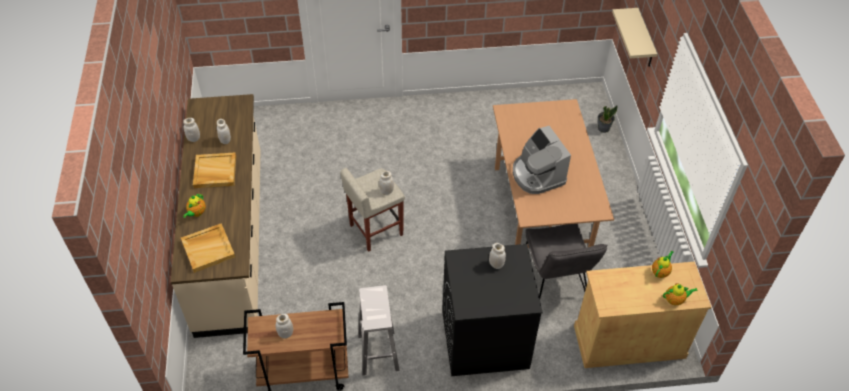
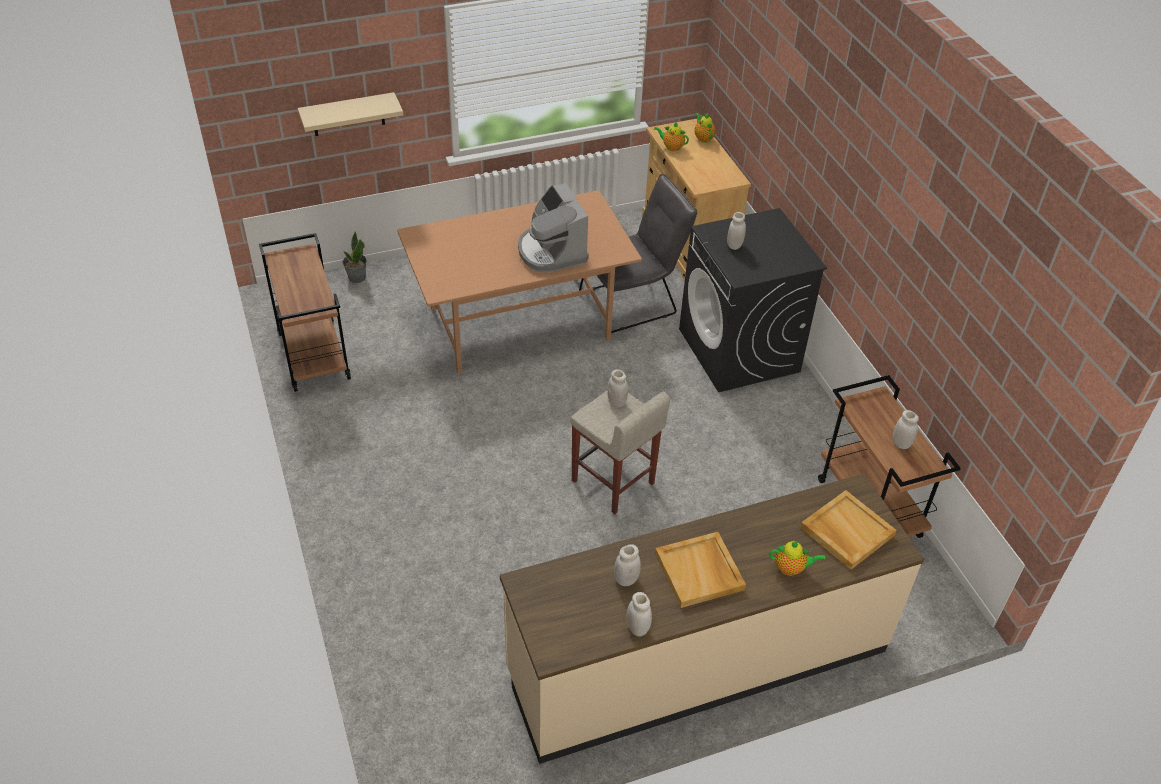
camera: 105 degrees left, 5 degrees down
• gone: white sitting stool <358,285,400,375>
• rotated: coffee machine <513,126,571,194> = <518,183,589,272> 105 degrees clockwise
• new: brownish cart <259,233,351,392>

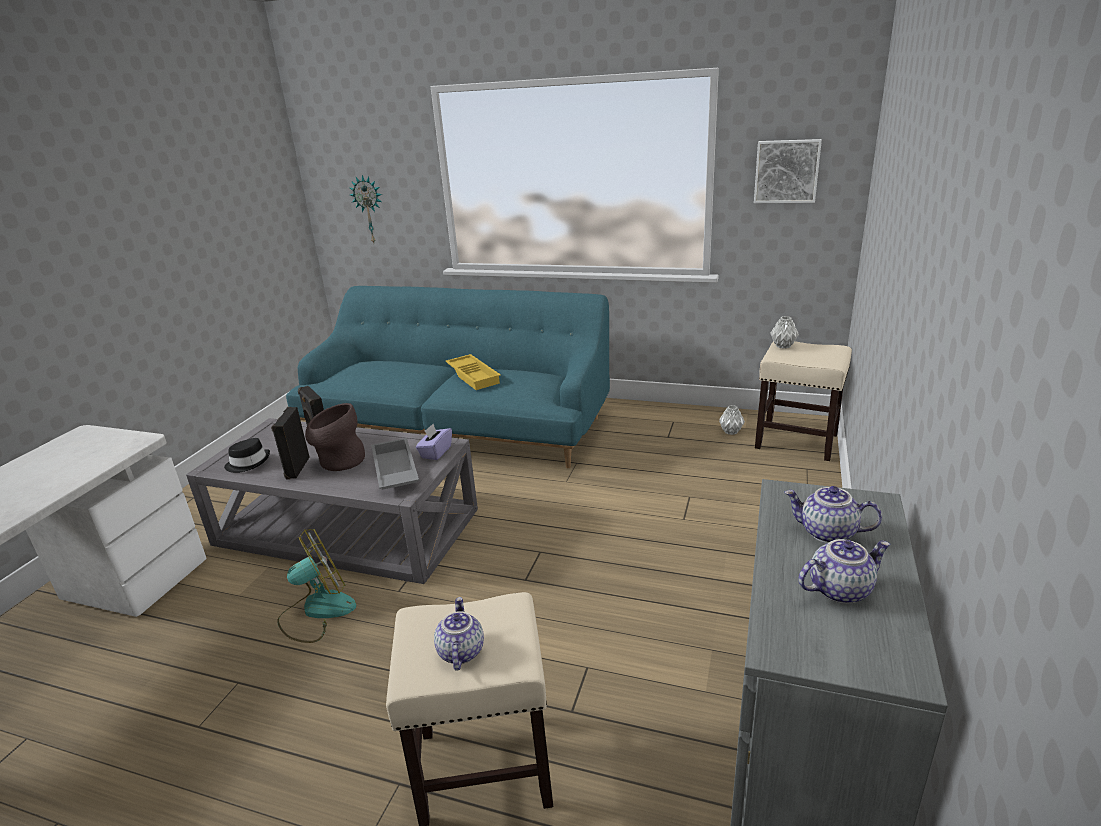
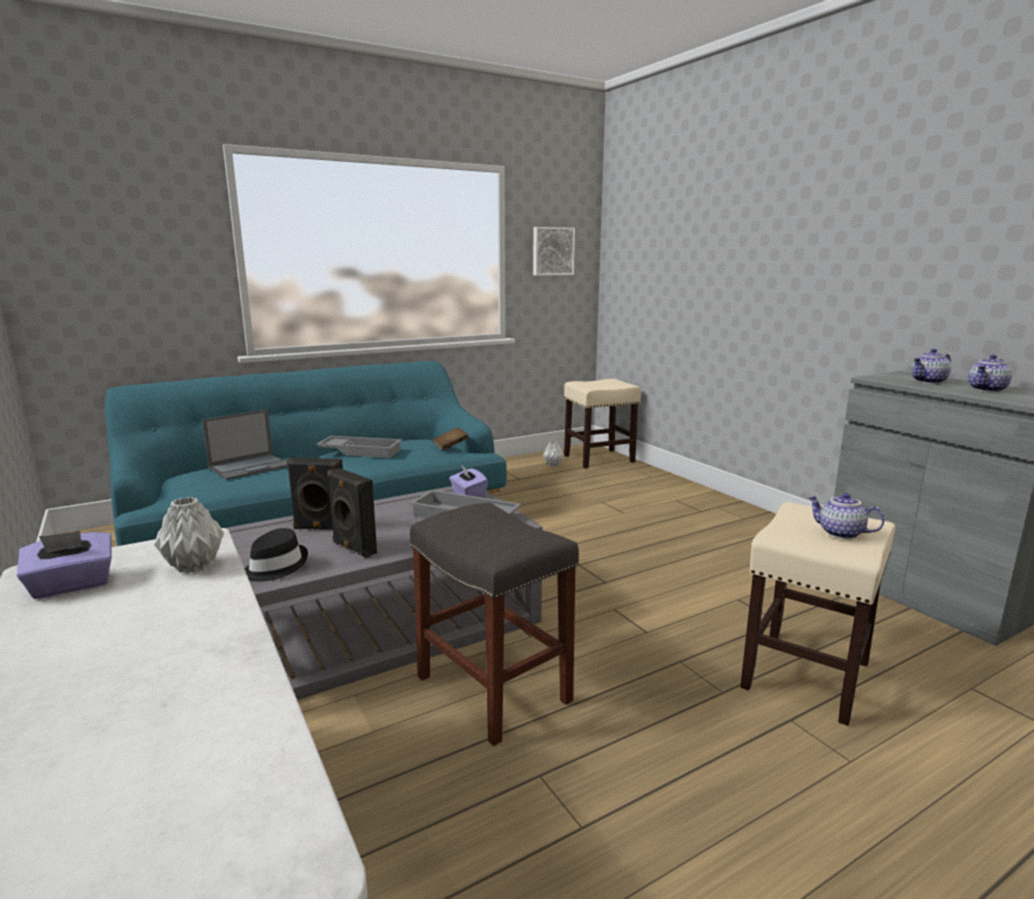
camera: 50 degrees left, 10 degrees down
• swapped: fan <277,529,356,643> to greyish sitting stool <410,503,579,746>
• gone: brownish vase <305,403,365,471>
• gone: hanging clock <349,175,382,243>
• repainted: yellowish carrying tray <446,354,501,390> to greyish carrying tray <316,436,402,458>
• shifted: greyish vase <770,316,799,349> to <154,497,224,573>
• rotated: pot for tea <798,539,891,604> = <968,355,1012,392> 150 degrees counterclockwise
• new: purplish tissue box <17,531,111,599>
• new: notebook computer <202,410,287,480>
• new: brownish volume <433,427,468,450>

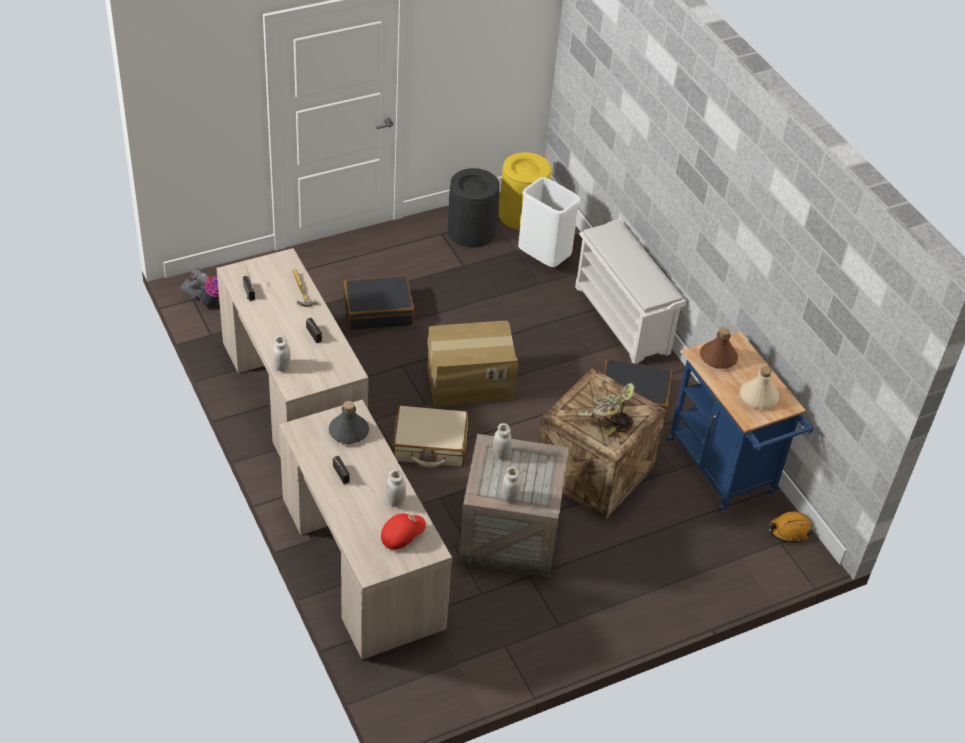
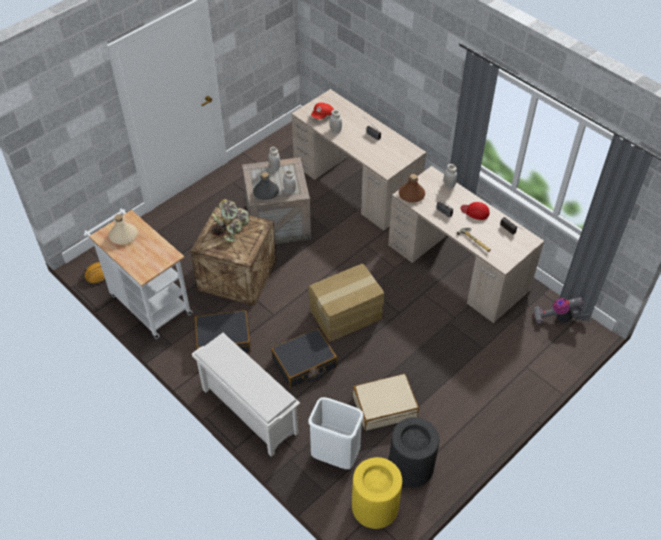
camera: 165 degrees right, 5 degrees up
• shifted: greyish beverage bottle <329,401,369,444> to <253,172,279,200>
• shifted: black suitcase <343,276,414,330> to <271,328,337,388>
• shifted: beige-coloured suitcase <393,405,468,468> to <353,374,419,431>
• repainted: bluish cart <667,332,814,512> to white cart <83,209,192,339>
• shifted: brownish beverage bottle <700,327,738,369> to <399,174,425,203>
• new: red-coloured cap <461,202,490,220>

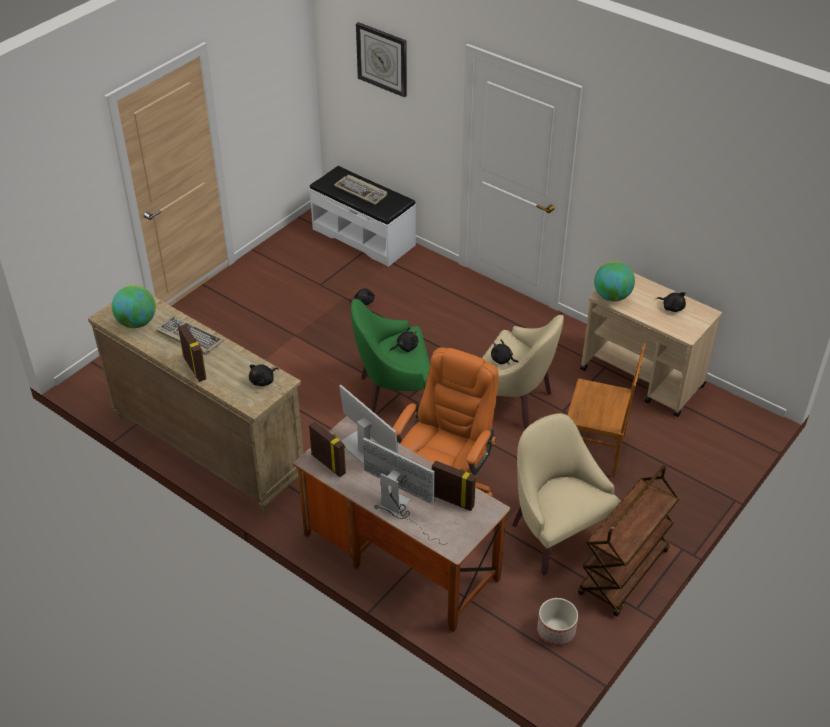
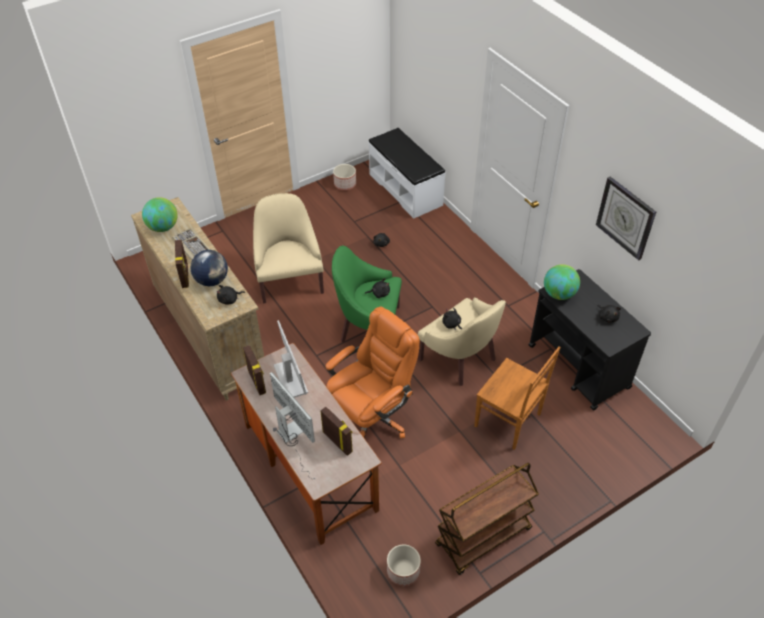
camera: 20 degrees right, 5 degrees up
• gone: keyboard <334,174,388,205>
• shifted: hanging clock <356,22,407,98> to <596,176,656,260>
• shifted: beige-coloured armchair <512,413,621,575> to <253,193,324,304>
• repainted: beige-coloured cart <580,273,722,417> to black cart <528,269,651,411>
• new: desk globe <191,250,228,286>
• new: planter <333,164,356,190>

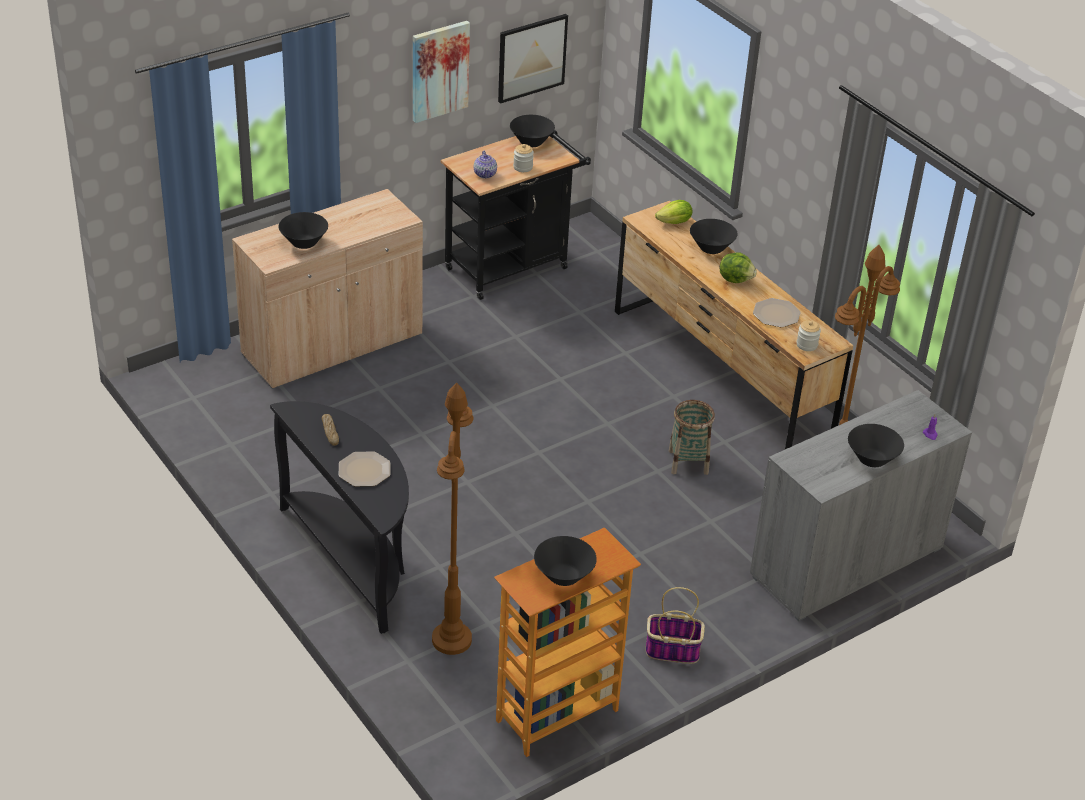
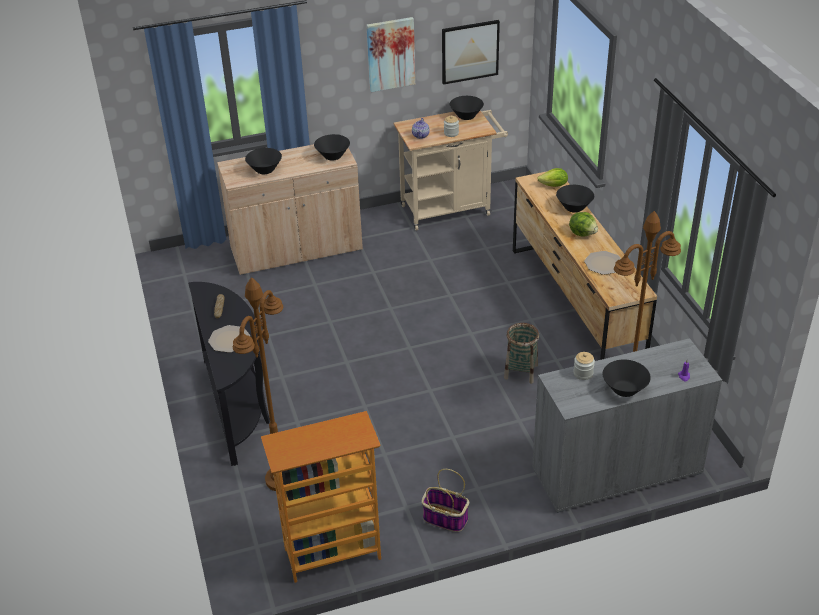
camera: 20 degrees right, 0 degrees up
• repainted: black cart <441,130,591,300> to beige-coloured cart <394,110,508,231>
• shifted: black deep dish <534,536,597,586> to <314,134,350,160>
• shifted: preserve jar <797,320,821,351> to <573,352,595,380>

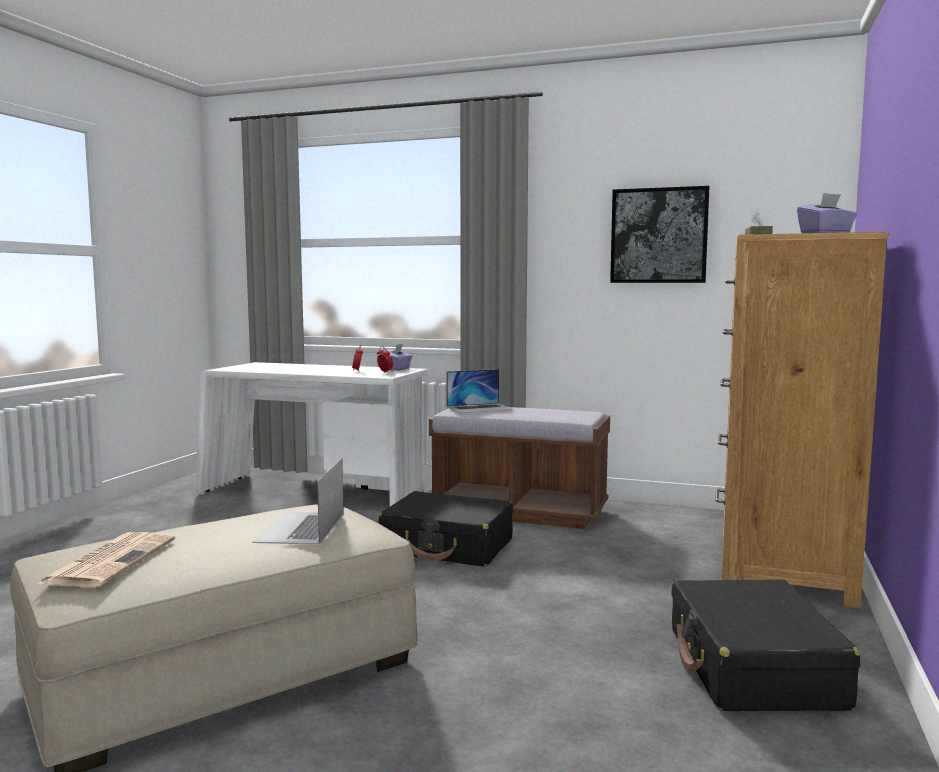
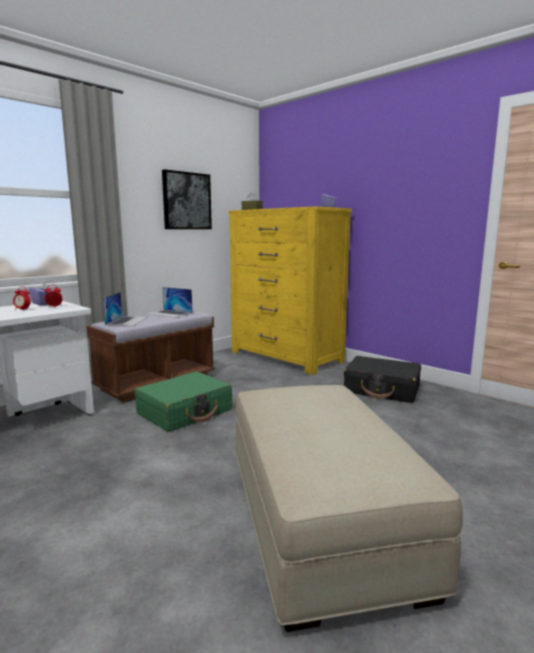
camera: 65 degrees left, 5 degrees up
• gone: daily paper <37,532,175,588>
• shifted: notebook computer <252,458,344,545> to <147,287,193,318>
• repainted: black suitcase <379,491,513,567> to greenish suitcase <135,372,232,432>
• repainted: brownish dresser <715,232,888,608> to yellowish dresser <229,206,352,375>

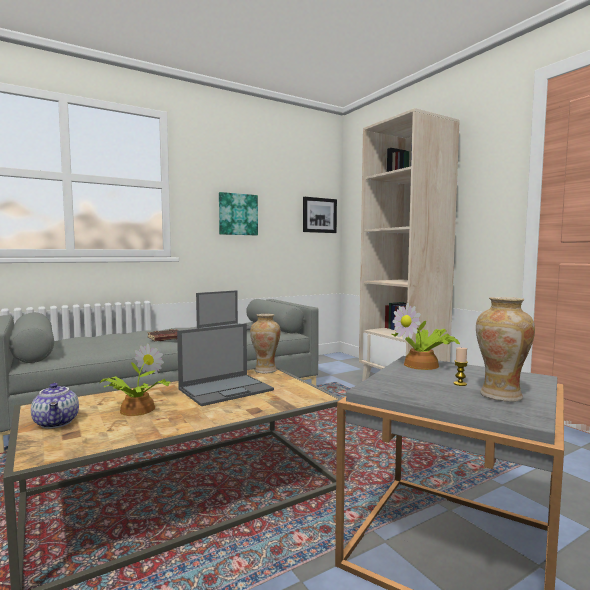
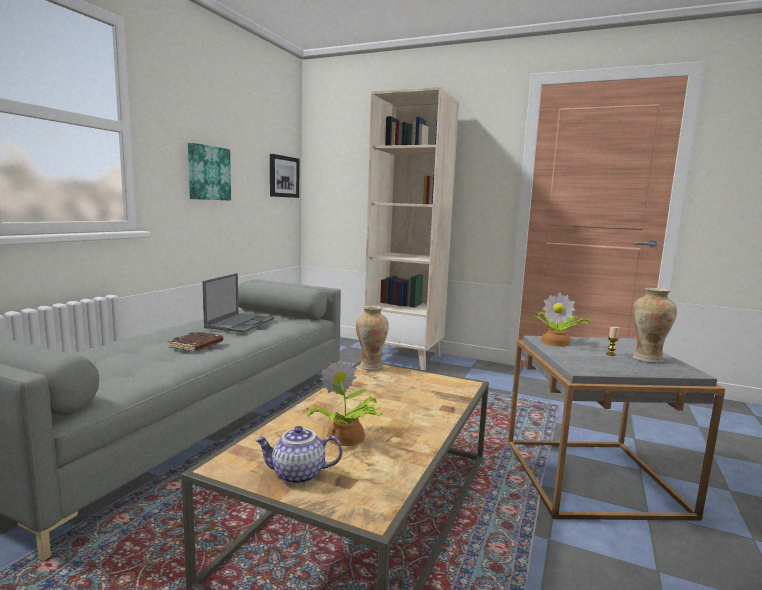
camera: 35 degrees left, 5 degrees up
• rotated: pot for tea <31,383,79,429> = <254,426,343,485> 150 degrees clockwise
• gone: notebook computer <177,323,274,406>

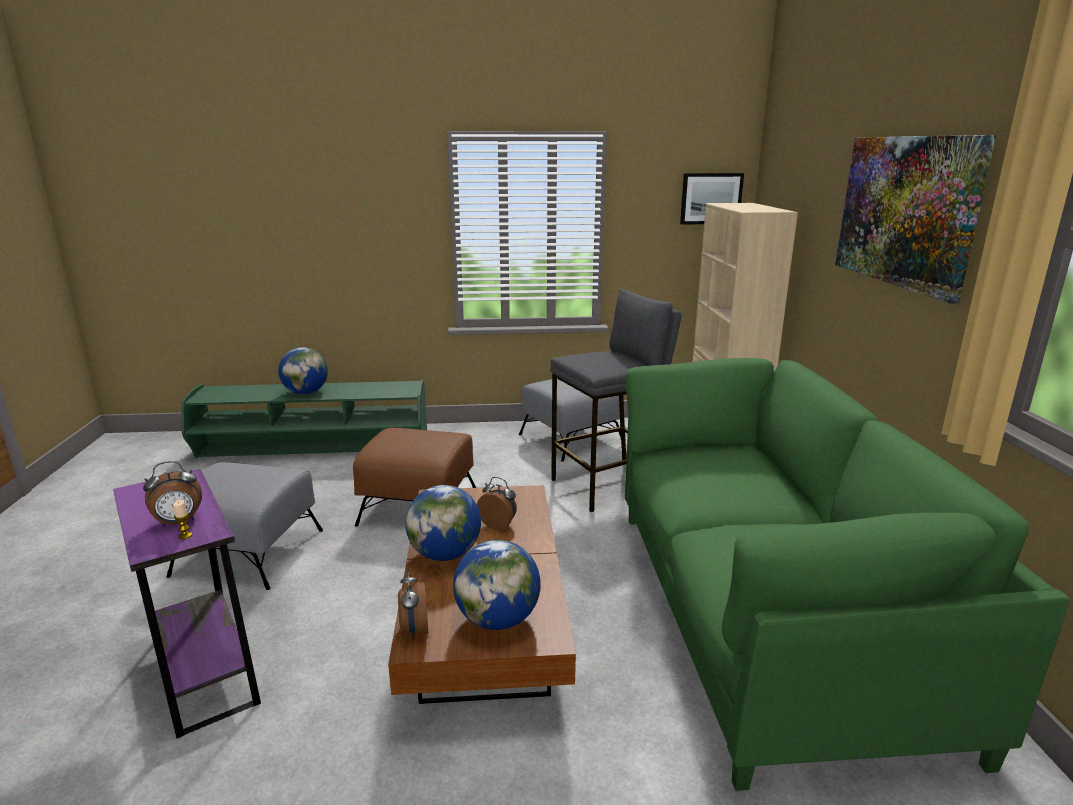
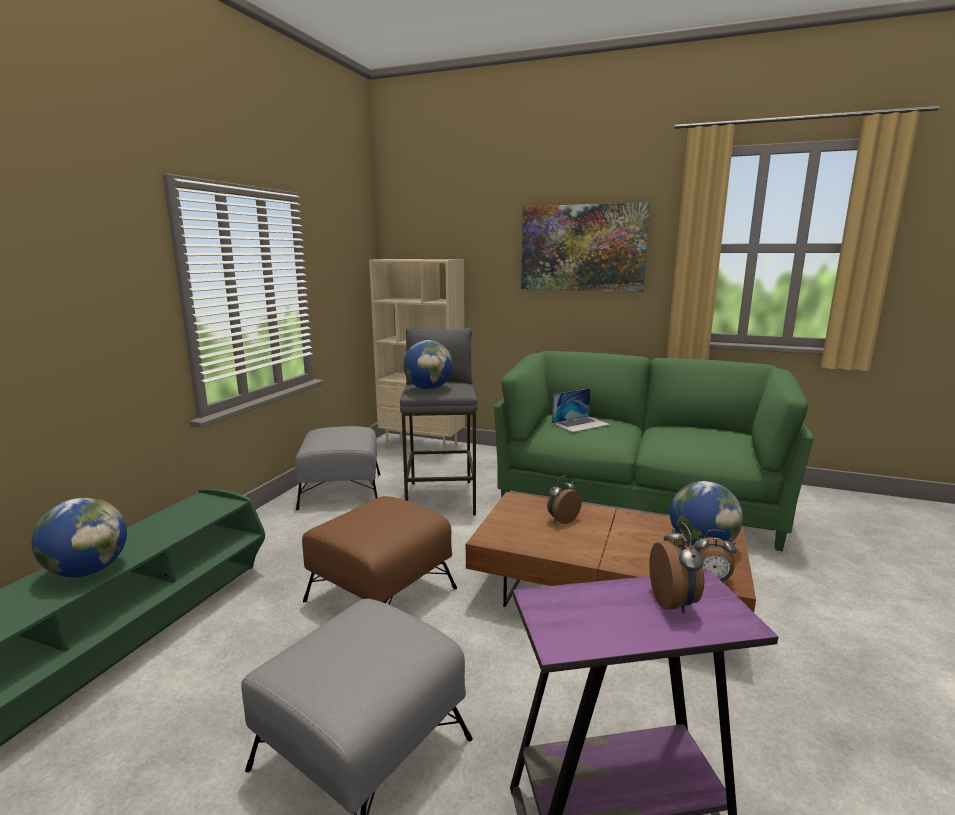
camera: 65 degrees left, 5 degrees down
• gone: wax light <173,500,192,539>
• shifted: desk globe <405,485,481,561> to <403,340,453,390>
• gone: wall art <680,173,744,224>
• new: notebook computer <552,388,610,432>

